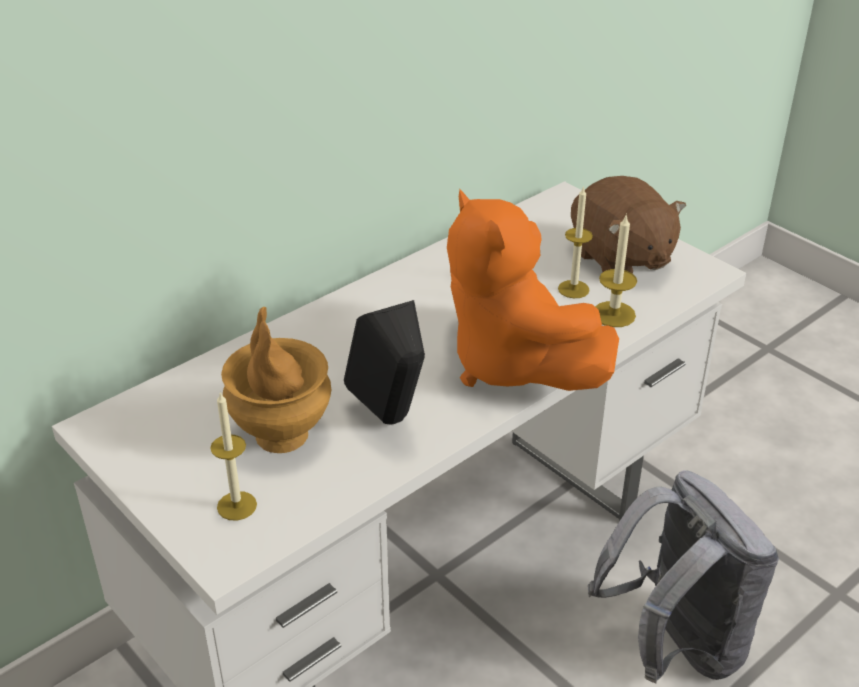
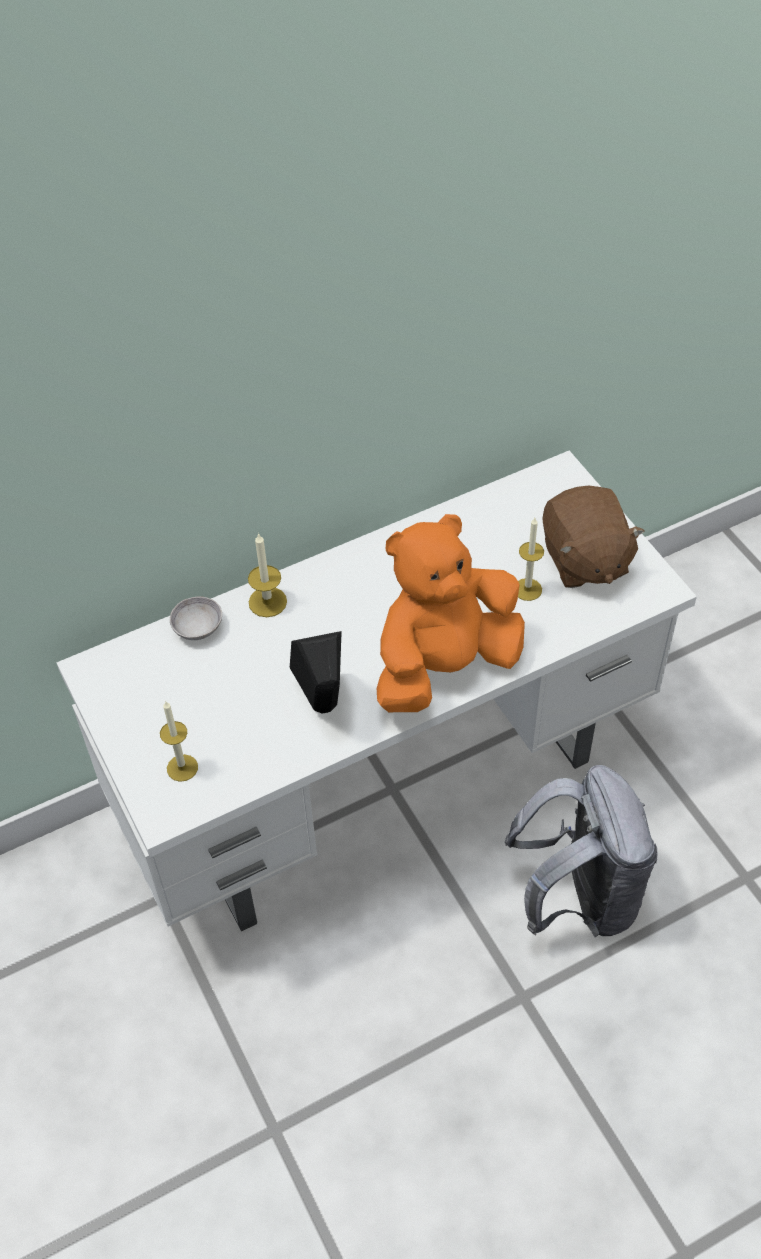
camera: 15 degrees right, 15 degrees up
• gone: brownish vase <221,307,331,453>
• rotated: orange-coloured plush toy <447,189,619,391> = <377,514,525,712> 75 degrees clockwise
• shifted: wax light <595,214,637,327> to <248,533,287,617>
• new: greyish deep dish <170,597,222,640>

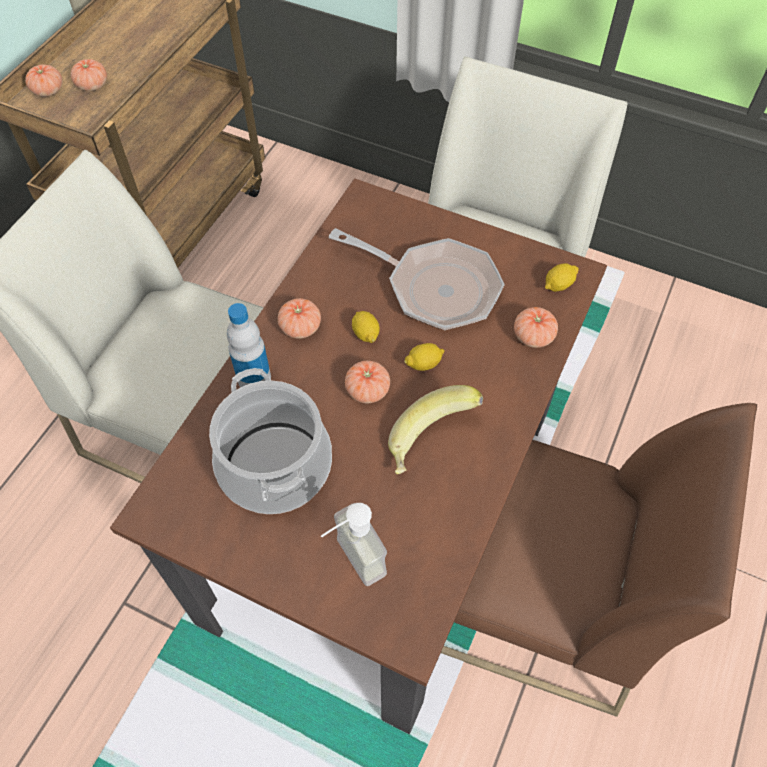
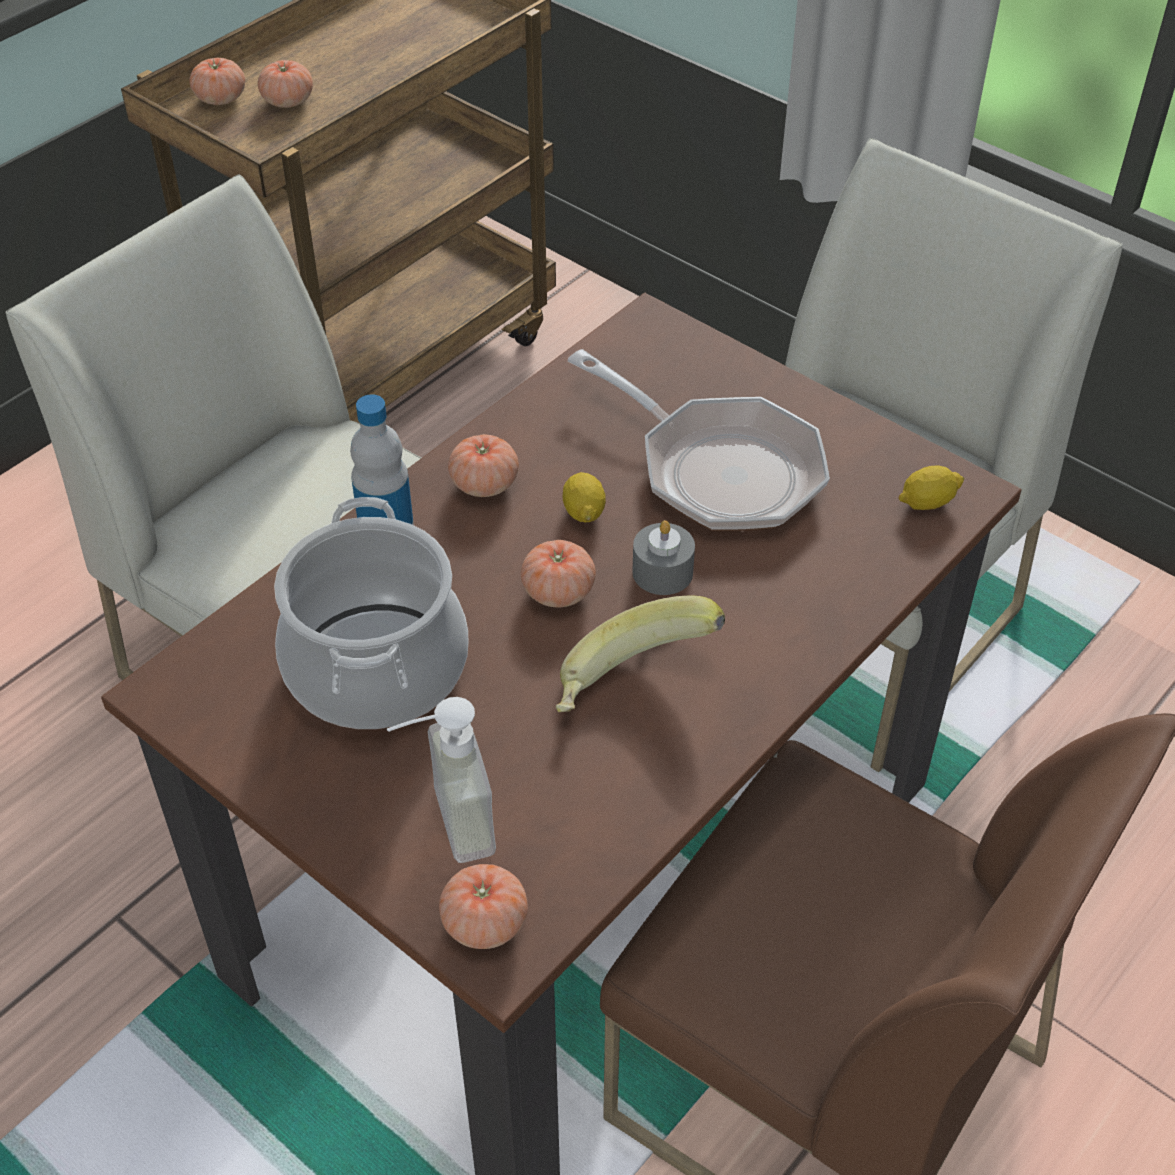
camera: 15 degrees right, 10 degrees down
• swapped: whole lemon <404,343,445,371> to greyish wax light <632,520,695,595>
• shifted: fresh tomato <514,307,558,348> to <439,864,528,949>

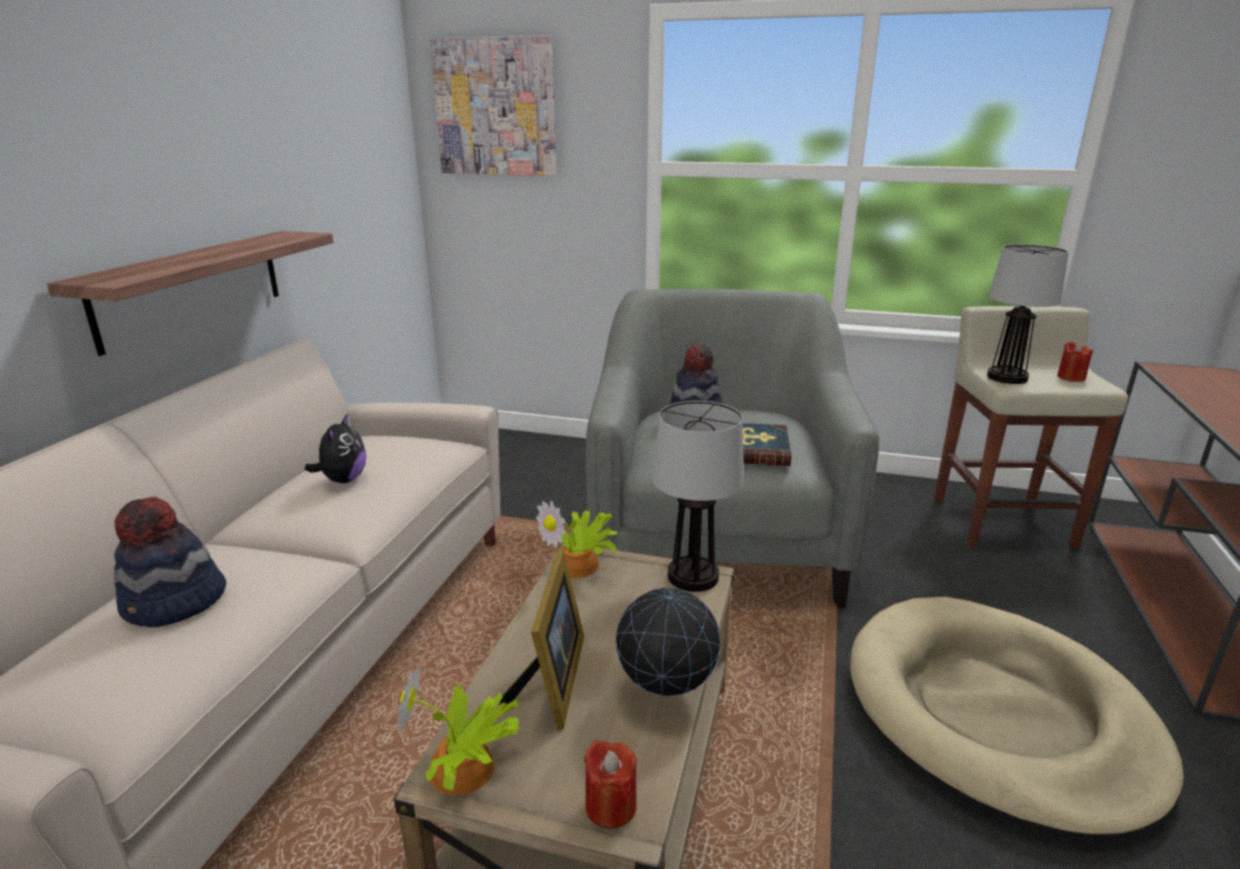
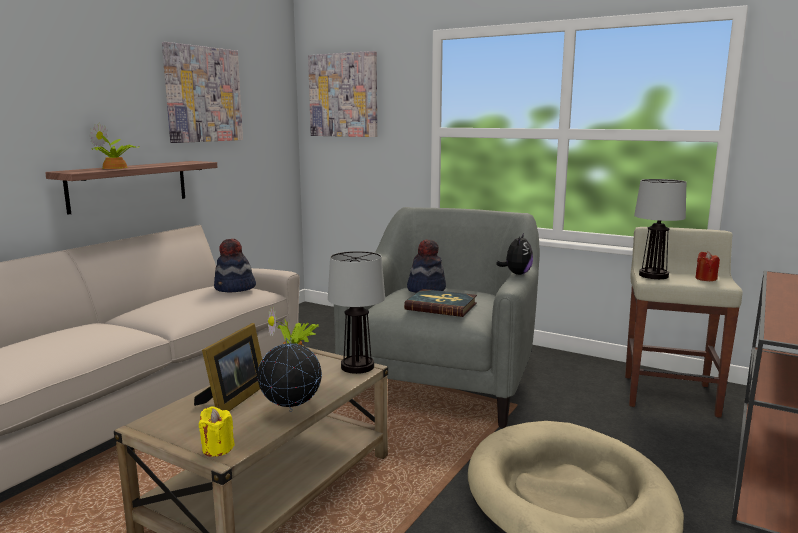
camera: 15 degrees right, 10 degrees down
• shifted: clothing hat <114,496,226,627> to <214,239,256,292>
• shifted: plush toy <305,414,366,483> to <496,233,533,275>
• shifted: houseplant <397,664,520,795> to <89,123,139,169>
• repainted: red-coloured wax light <584,740,637,829> to yellowish wax light <199,406,234,457>
• new: wall art <162,42,243,143>

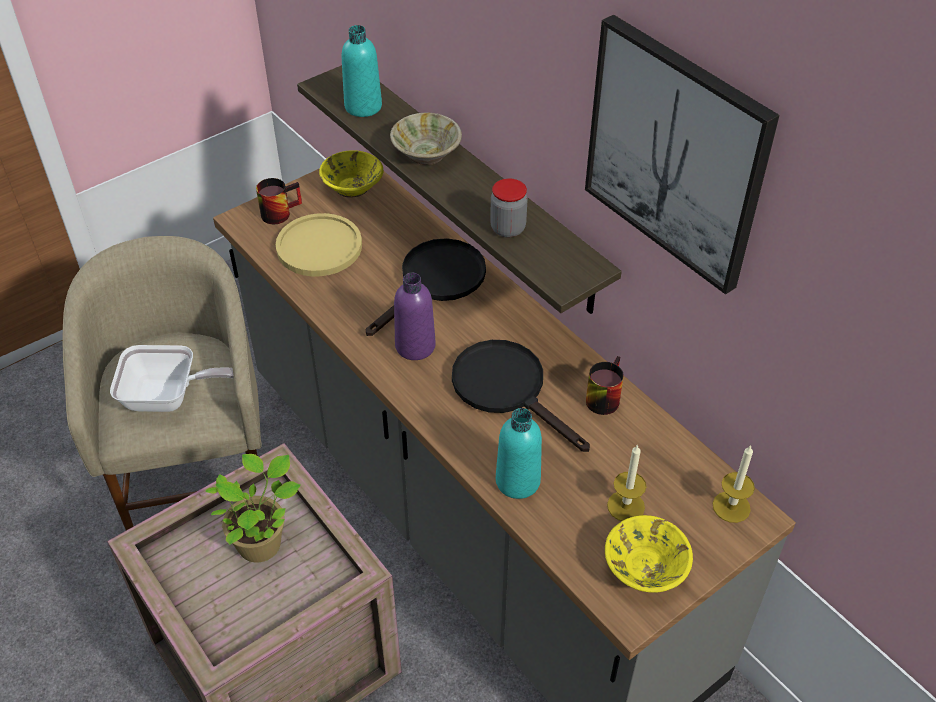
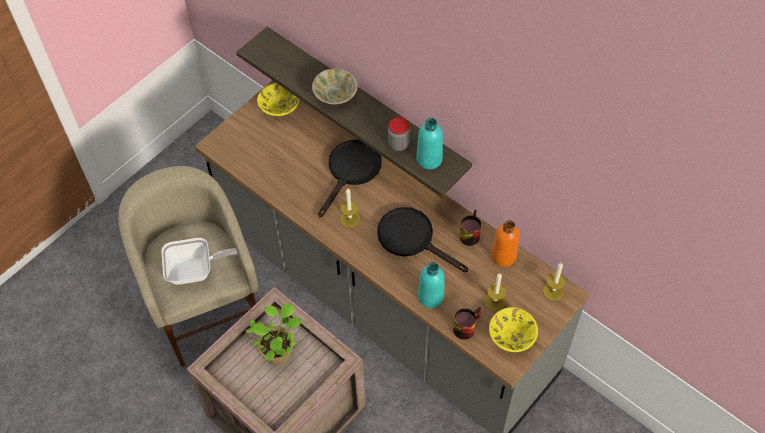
camera: 10 degrees left, 10 degrees up
• shifted: mug <256,178,302,224> to <453,307,481,340>
• gone: yellowish plate <276,213,362,276>
• shifted: turquoise-coloured beverage bottle <342,25,382,117> to <416,118,443,169>
• swapped: purplish beverage bottle <394,273,436,360> to wax light <340,189,360,228>
• gone: wall art <585,15,780,295>
• new: orange-coloured beverage bottle <491,220,519,267>

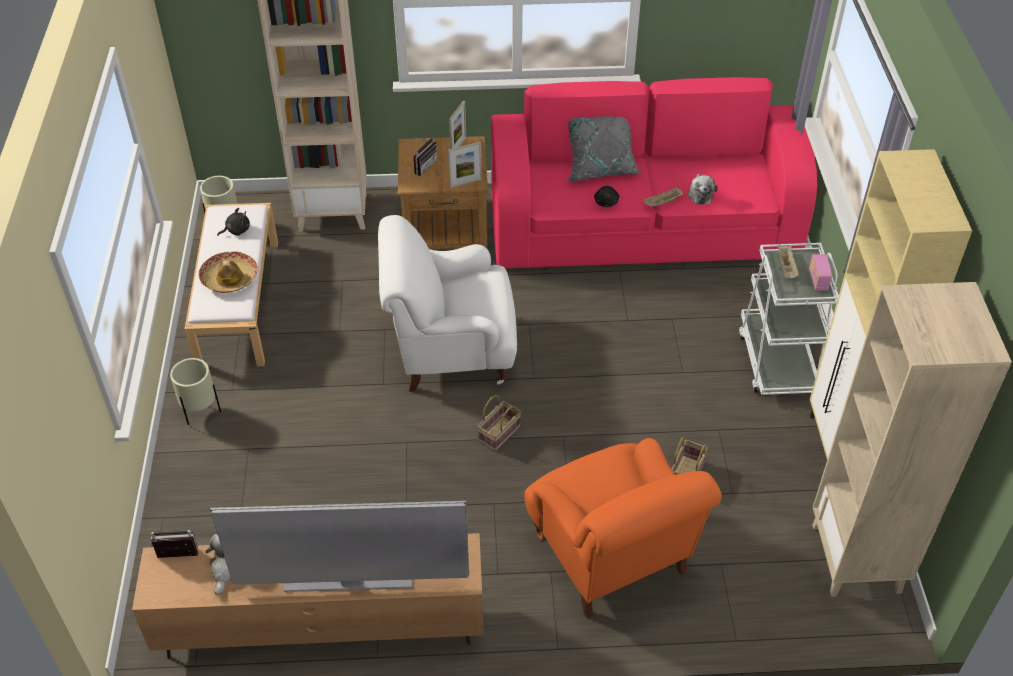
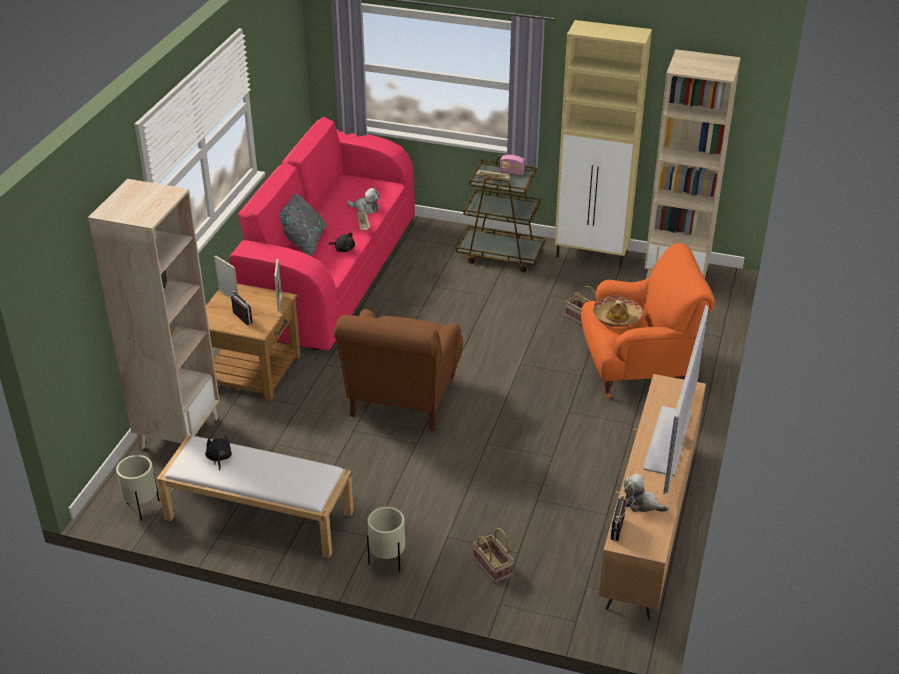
camera: 70 degrees left, 10 degrees down
• shifted: clothing hat <198,251,258,293> to <593,295,643,327>
• repainted: white armchair <378,215,517,392> to brownish armchair <334,309,463,431>
• shifted: household basket <477,395,521,452> to <473,528,514,584>
• repainted: white cart <739,243,839,395> to brownish cart <456,155,546,272>

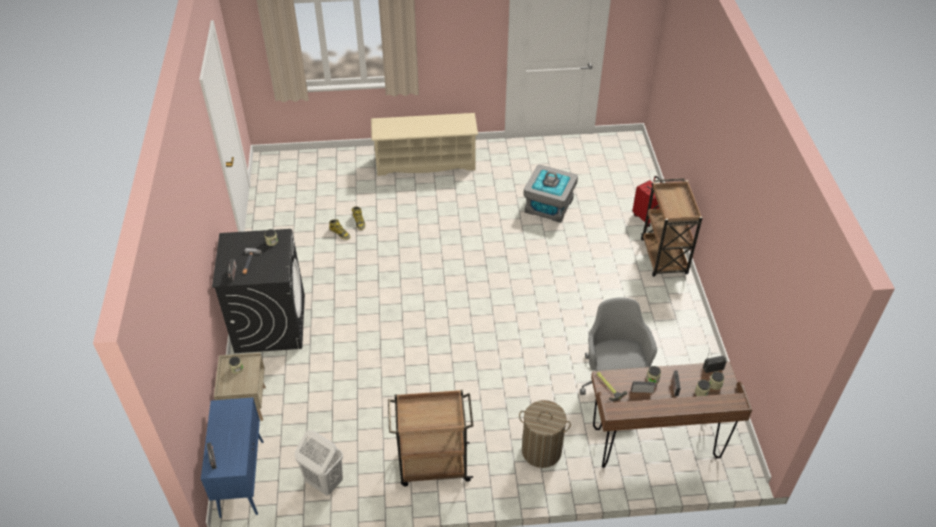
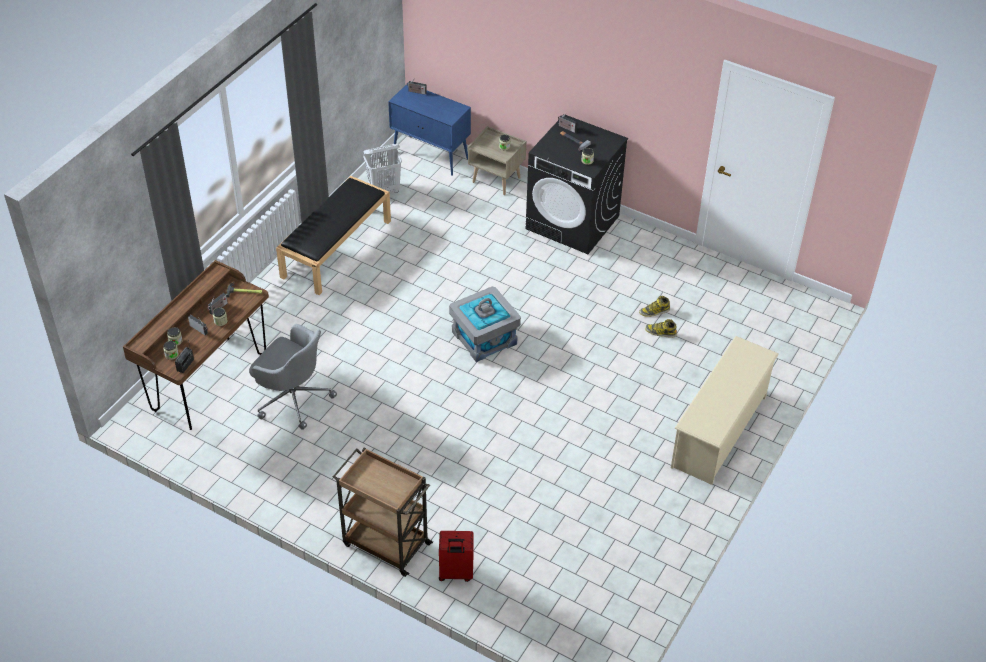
camera: 125 degrees right, 0 degrees up
• swapped: brownish cart <388,390,473,487> to black indoor bench <276,176,391,295>
• gone: washing basket <519,400,571,468>
• shifted: greyish storage container <523,165,578,223> to <449,287,521,362>

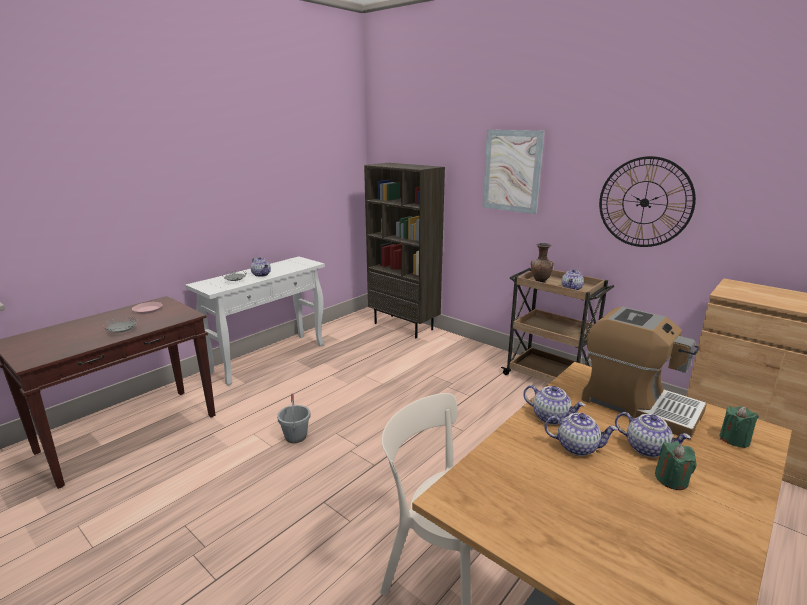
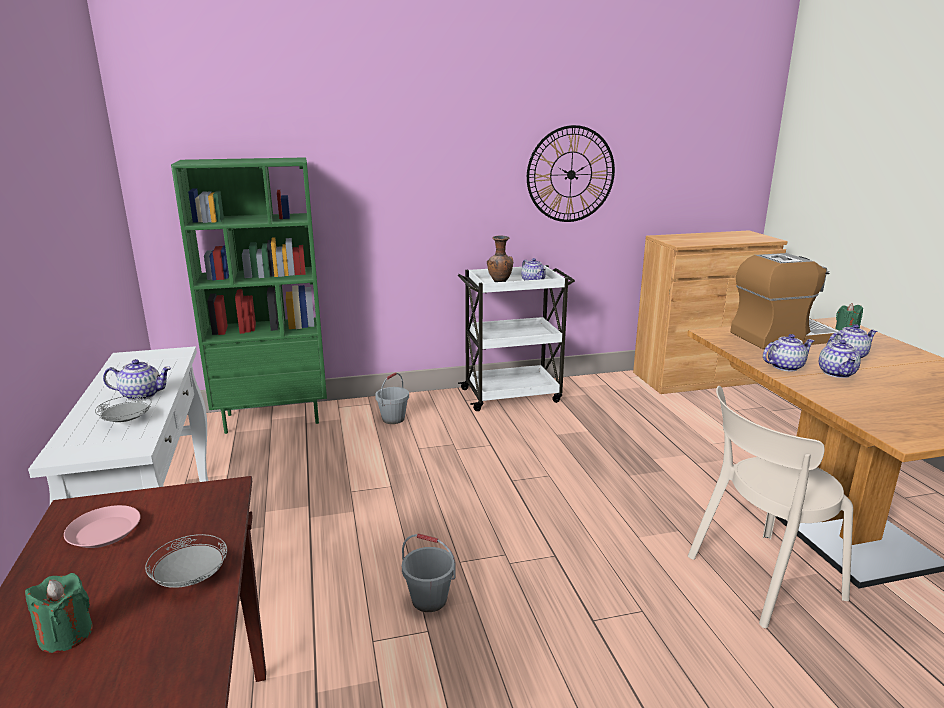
camera: 55 degrees left, 0 degrees up
• repainted: brownish shelving unit <364,163,445,338> to greenish shelving unit <171,157,327,434>
• gone: wall art <483,130,545,214>
• repainted: brownish cart <501,268,614,383> to white cart <458,265,575,411>
• rotated: pot for tea <544,413,618,456> = <819,338,861,378> 135 degrees clockwise
• shifted: greenish wax light <655,442,696,490> to <25,573,93,653>
• new: greyish pail <375,372,409,424>

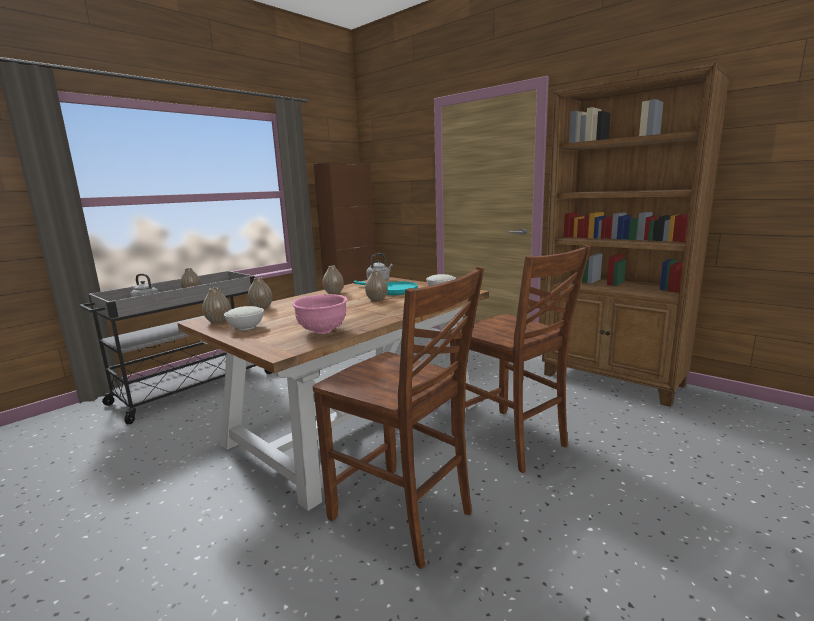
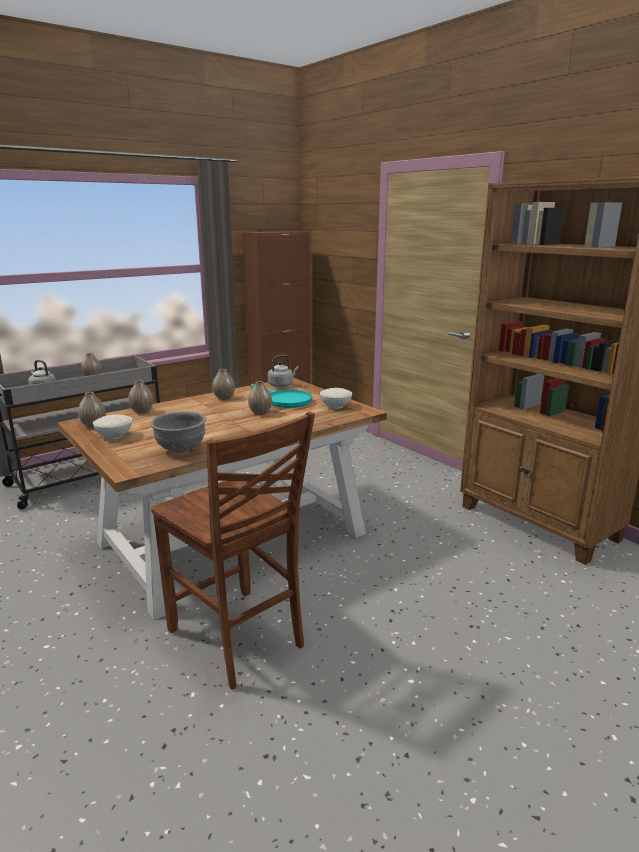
camera: 10 degrees right, 5 degrees up
• repainted: pink-coloured deep dish <292,294,347,334> to greyish deep dish <150,411,206,453>
• gone: brownish chair <449,245,591,473>

